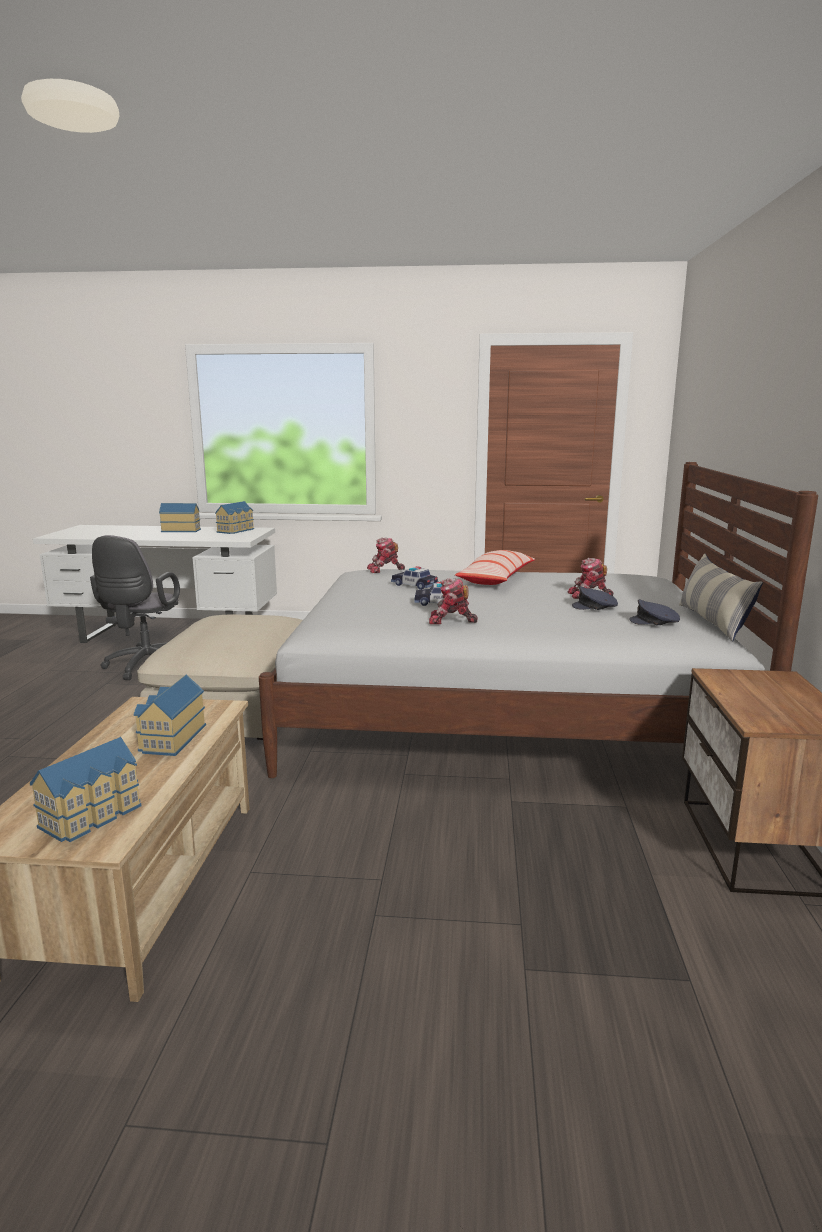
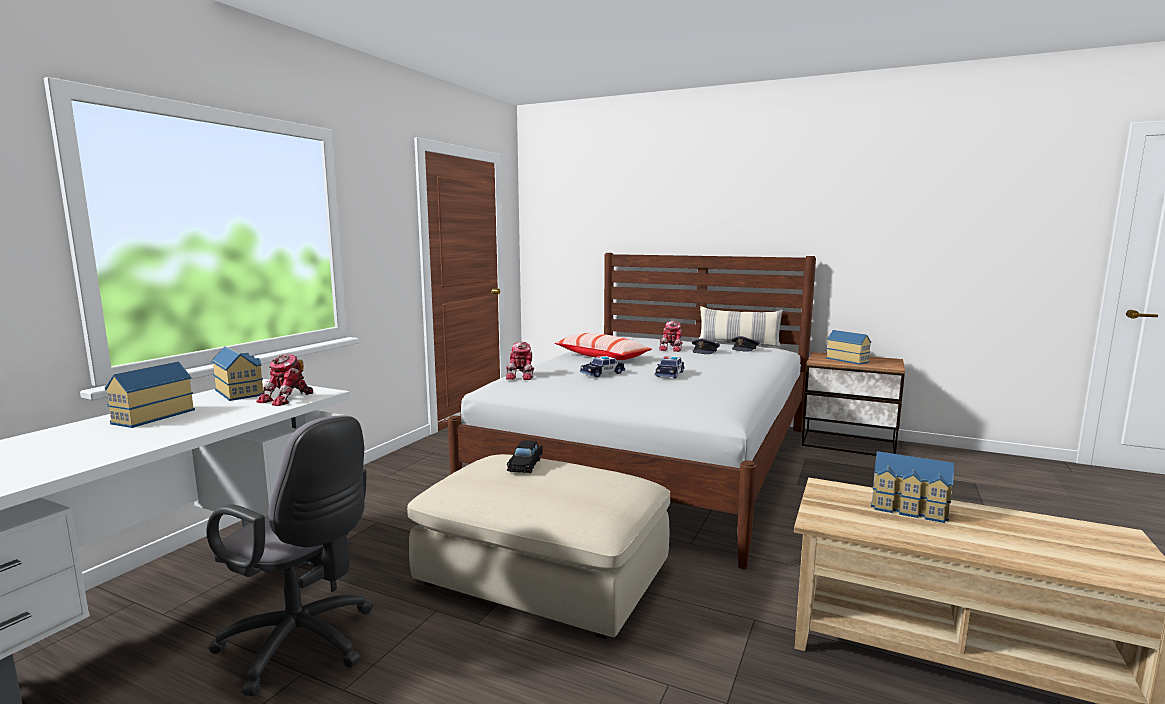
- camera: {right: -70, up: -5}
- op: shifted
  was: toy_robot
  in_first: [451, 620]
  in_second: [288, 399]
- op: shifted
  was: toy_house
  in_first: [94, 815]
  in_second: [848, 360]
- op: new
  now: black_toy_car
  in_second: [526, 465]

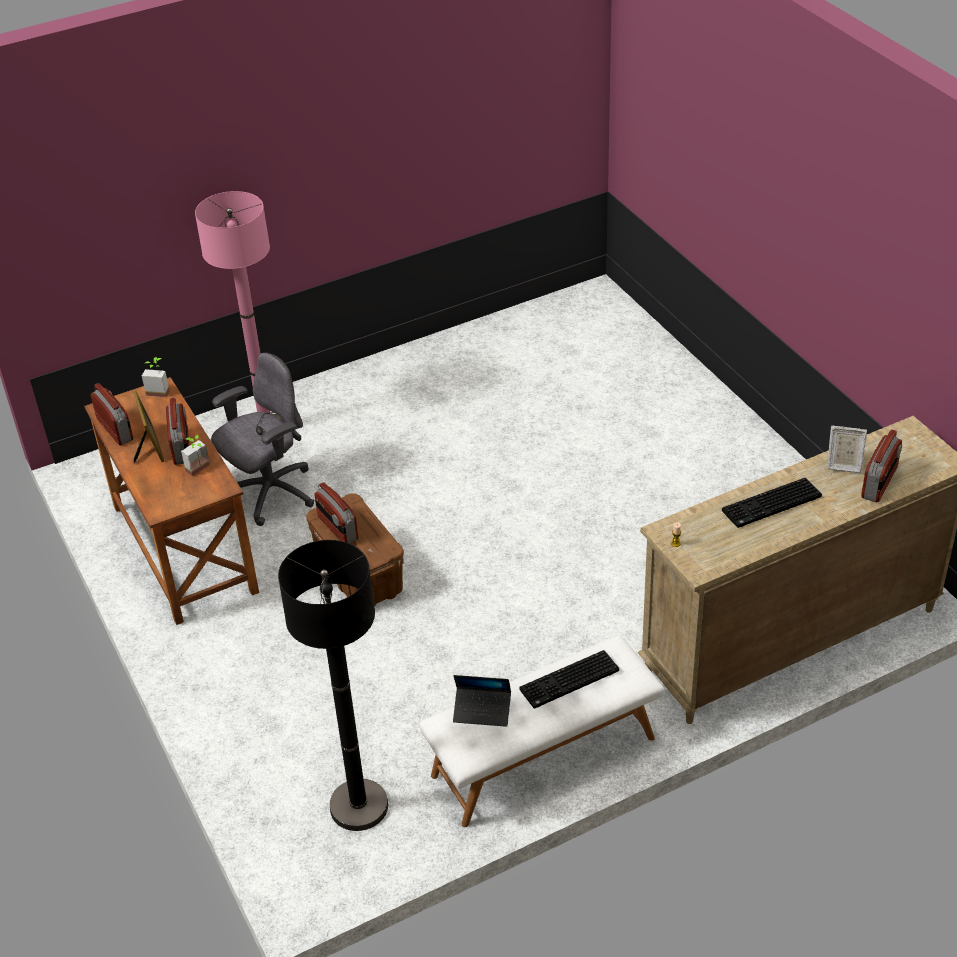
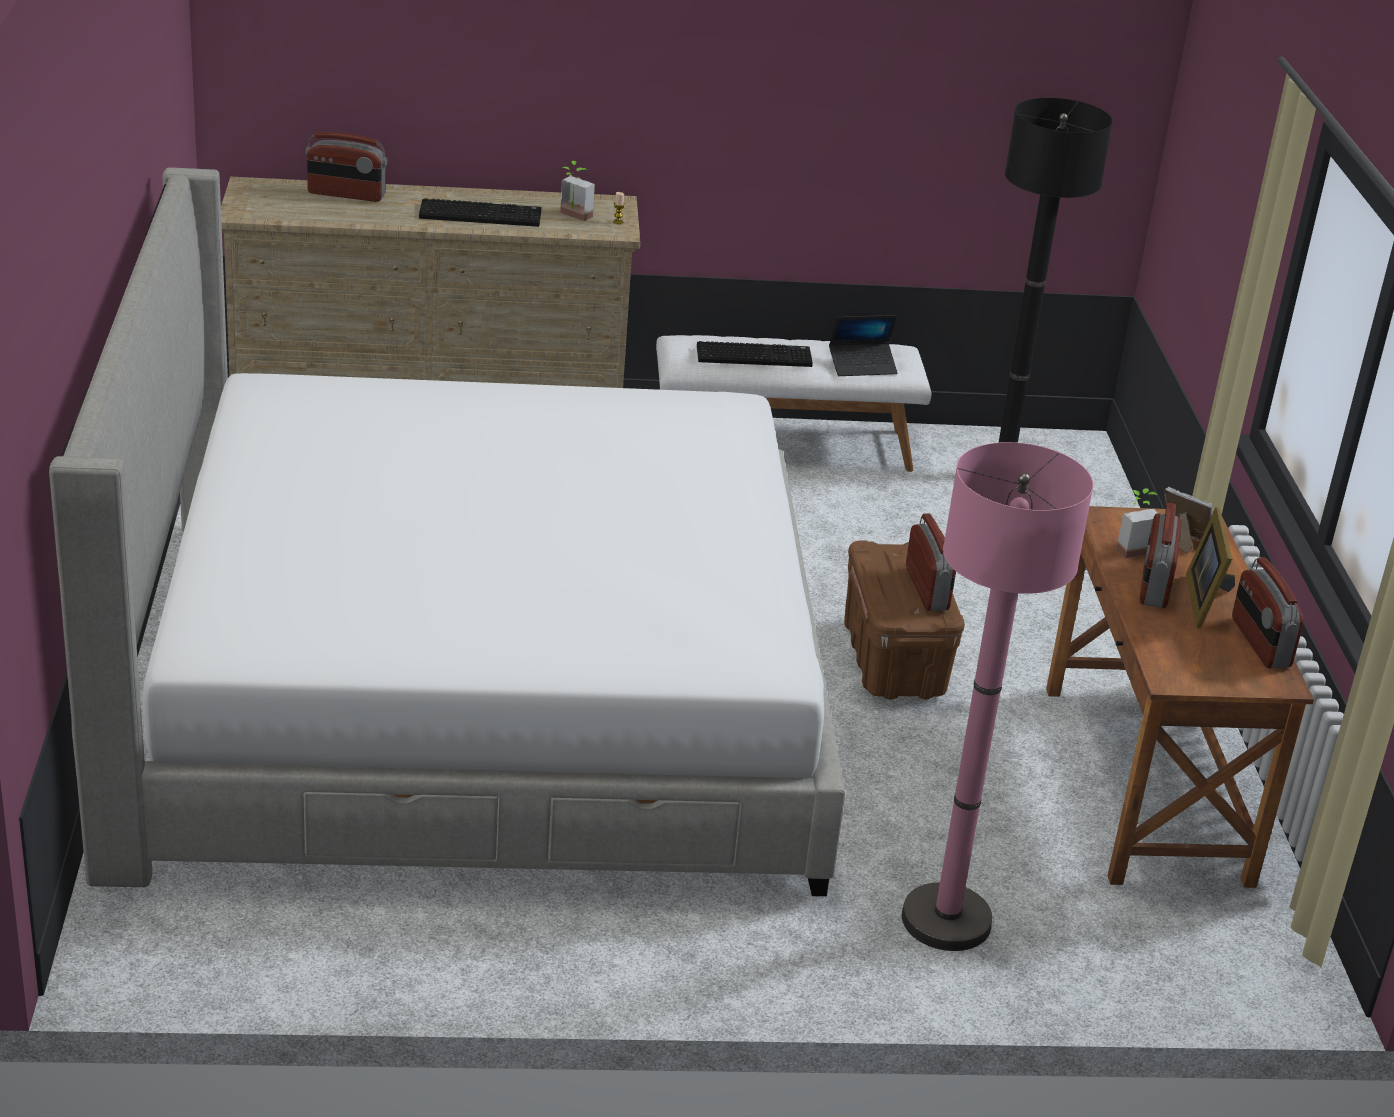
- camera: {right: -160, up: -10}
- op: gone
  was: grey_office_chair
  in_first: [269, 494]
- op: shifted
  was: potted_plant
  in_first: [159, 390]
  in_second: [572, 216]
- op: shifted
  was: picture_frame
  in_first: [843, 465]
  in_second: [1184, 541]
- op: rotated
  was: radio
  in_first: [879, 483]
  in_second: [346, 194]
  clockwise: -135
- op: rotated
  was: laptop
  in_first: [482, 711]
  in_second: [862, 366]
  clockwise: 135
- op: new
  now: bed
  in_second: [473, 695]

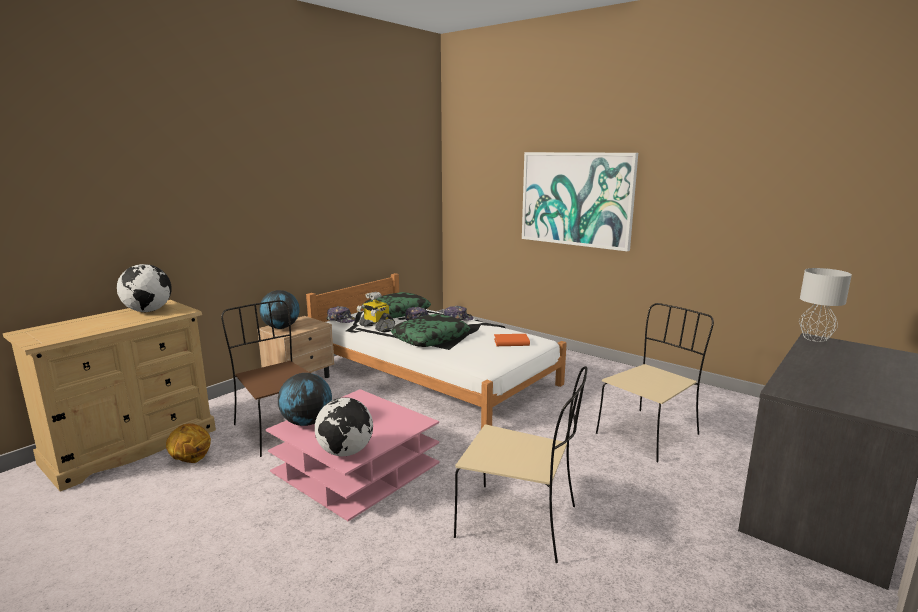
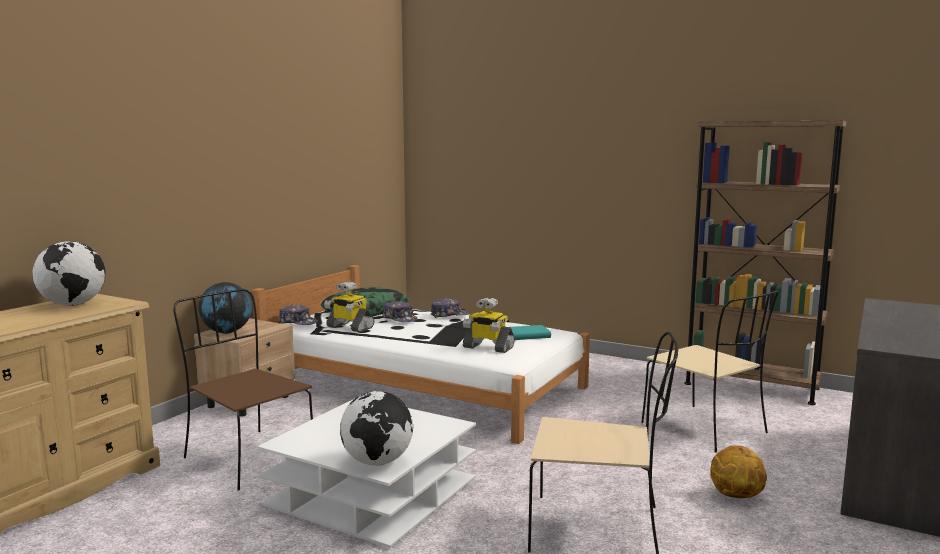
- camera: {right: -10, up: -5}
- op: gone
  was: picture
  in_first: [576, 199]
- op: gone
  was: grey_table_lamp
  in_first: [814, 338]
- op: rotated
  was: beige_chair
  in_first: [649, 433]
  in_second: [706, 429]
  clockwise: 105
- op: gone
  was: pillow
  in_first: [430, 338]
- op: repainted
  was: orange_book
  now: turquoise_book
  in_first: [511, 342]
  in_second: [527, 335]
- op: gone
  was: globe
  in_first: [307, 423]
- op: repainted
  was: pink_coffee_table
  now: white_coffee_table
  in_first: [356, 469]
  in_second: [372, 492]
- op: shifted
  was: basketball
  in_first: [191, 460]
  in_second: [735, 495]
- op: new
  now: brown_bookcase
  in_second: [751, 386]
- op: new
  now: toy_robot
  in_second: [487, 347]

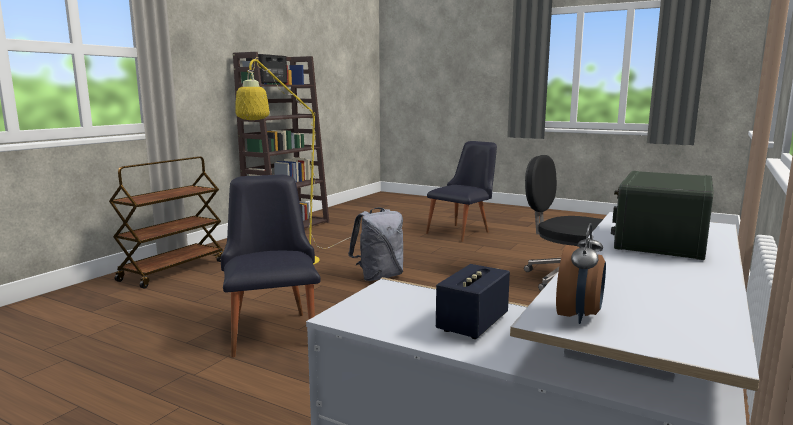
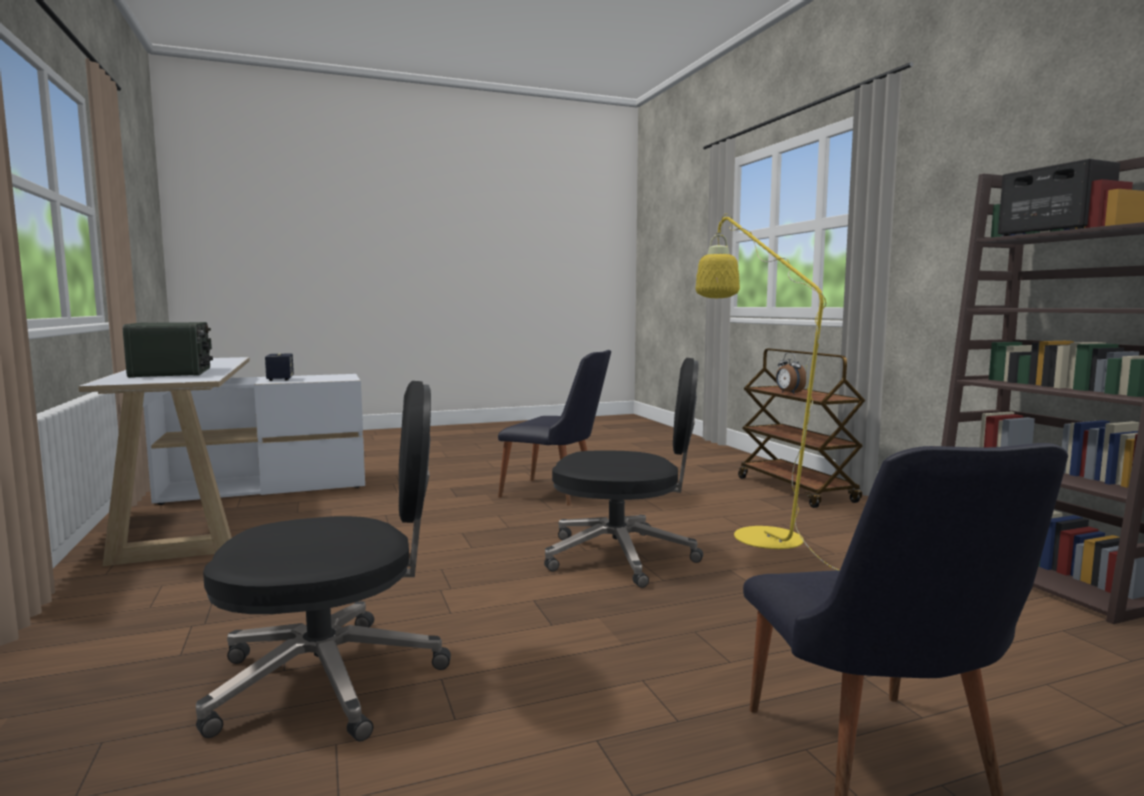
- camera: {right: 130, up: -5}
- op: swapped
  was: grey_backpack
  now: black_office_chair
  in_first: [379, 276]
  in_second: [623, 556]
- op: shifted
  was: alarm_clock
  in_first: [579, 316]
  in_second: [789, 393]

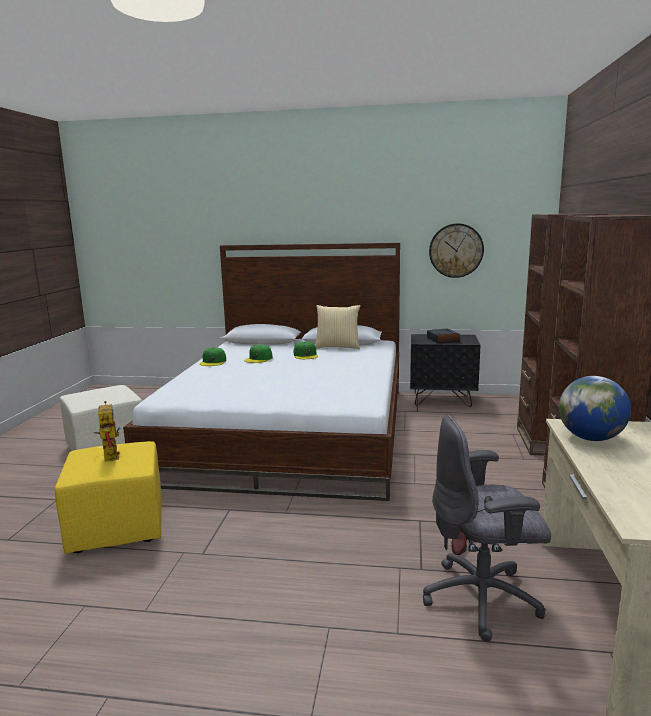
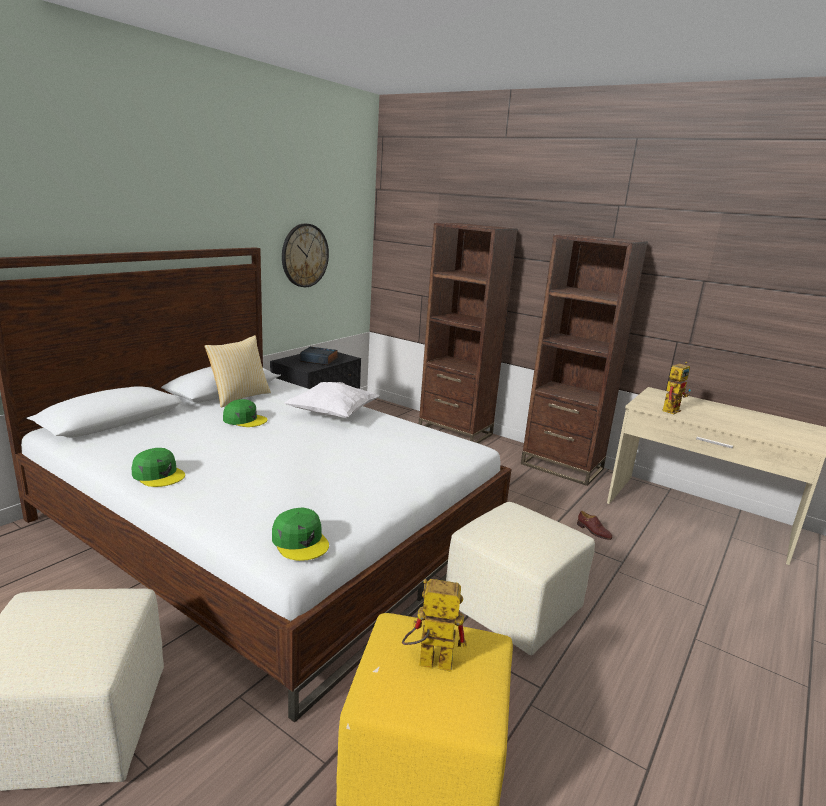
- camera: {right: -65, up: 5}
- op: shifted
  was: green_cap
  in_first: [259, 359]
  in_second: [300, 541]
- op: swapped
  was: globe
  now: toy_robot
  in_first: [590, 438]
  in_second: [671, 409]
- op: gone
  was: grey_office_chair
  in_first: [483, 599]
- op: new
  now: white_pillow
  in_second: [332, 414]
- op: new
  now: beige_ottoman
  in_second: [511, 608]

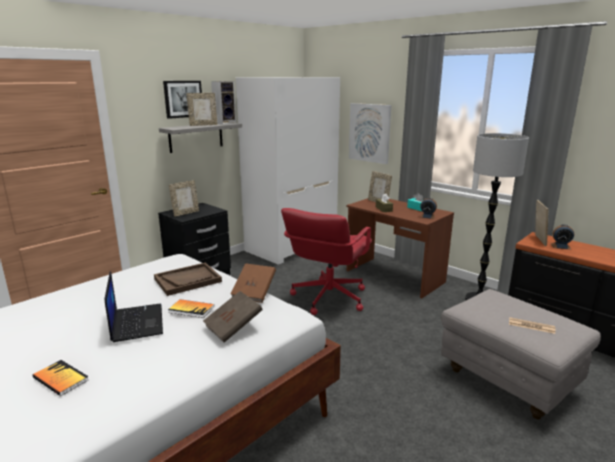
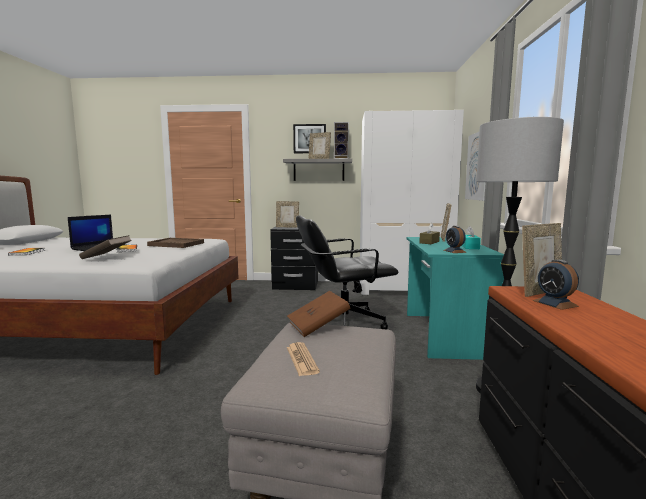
- camera: {right: 50, up: -10}
- op: repainted
  was: brown_desk
  now: turquoise_desk
  in_first: [394, 277]
  in_second: [443, 334]
- op: repainted
  was: red_office_chair
  now: black_office_chair
  in_first: [328, 298]
  in_second: [343, 323]
- op: shifted
  was: brown_book
  in_first: [254, 292]
  in_second: [318, 326]

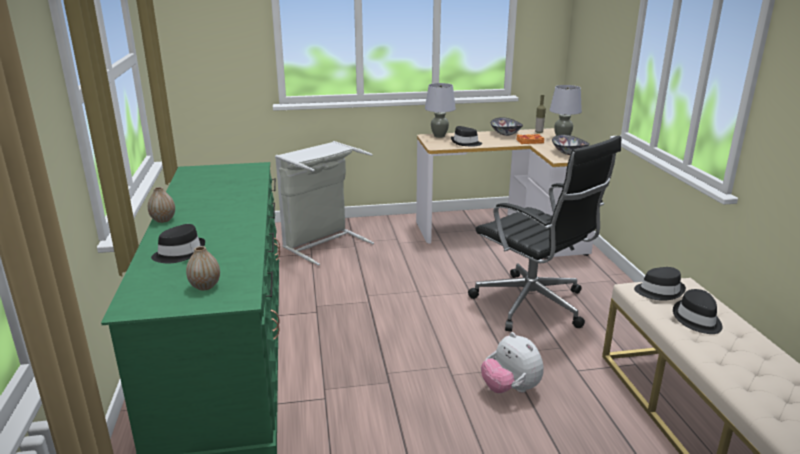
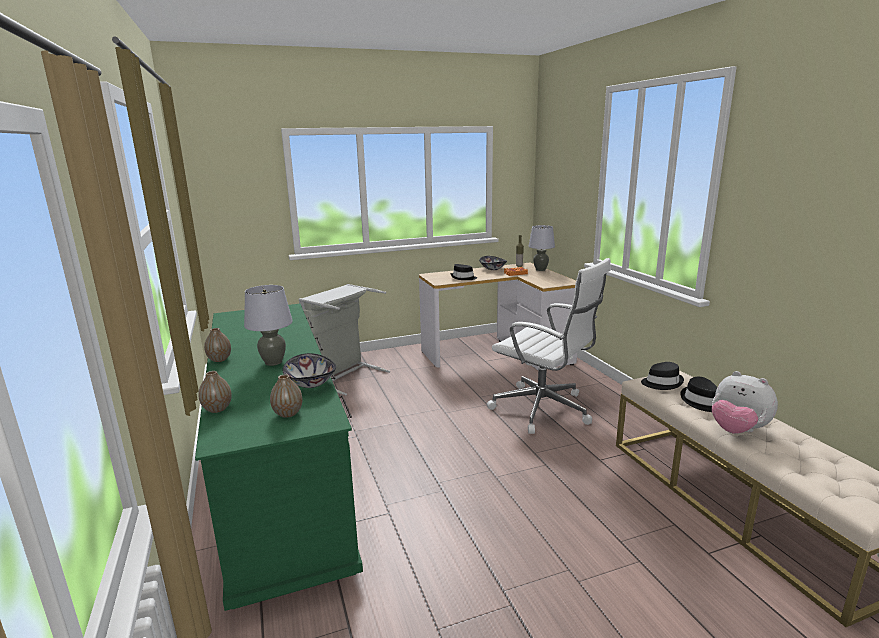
- camera: {right: -10, up: -5}
- op: shifted
  was: grey_table_lamp
  in_first: [439, 136]
  in_second: [273, 362]
- op: shifted
  was: bowl
  in_first: [569, 153]
  in_second: [310, 383]
- op: repainted
  was: black_office_chair
  now: white_office_chair
  in_first: [533, 305]
  in_second: [544, 410]
- op: gone
  was: black_hat
  in_first: [180, 253]
- op: shifted
  was: plush_toy
  in_first: [510, 389]
  in_second: [737, 430]
- op: new
  now: vase
  in_second: [217, 409]

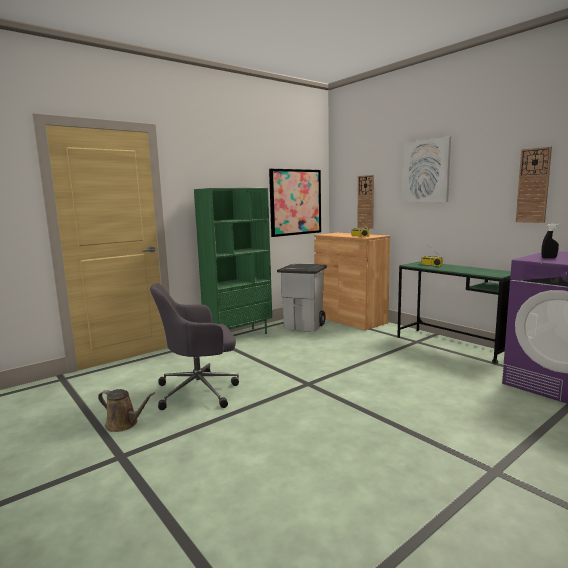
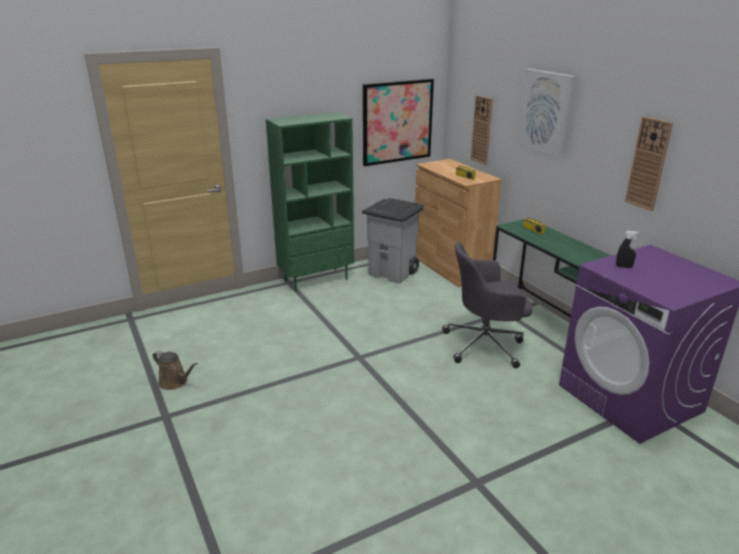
- camera: {right: 10, up: 15}
- op: shifted
  was: grey_office_chair
  in_first: [200, 390]
  in_second: [485, 344]

